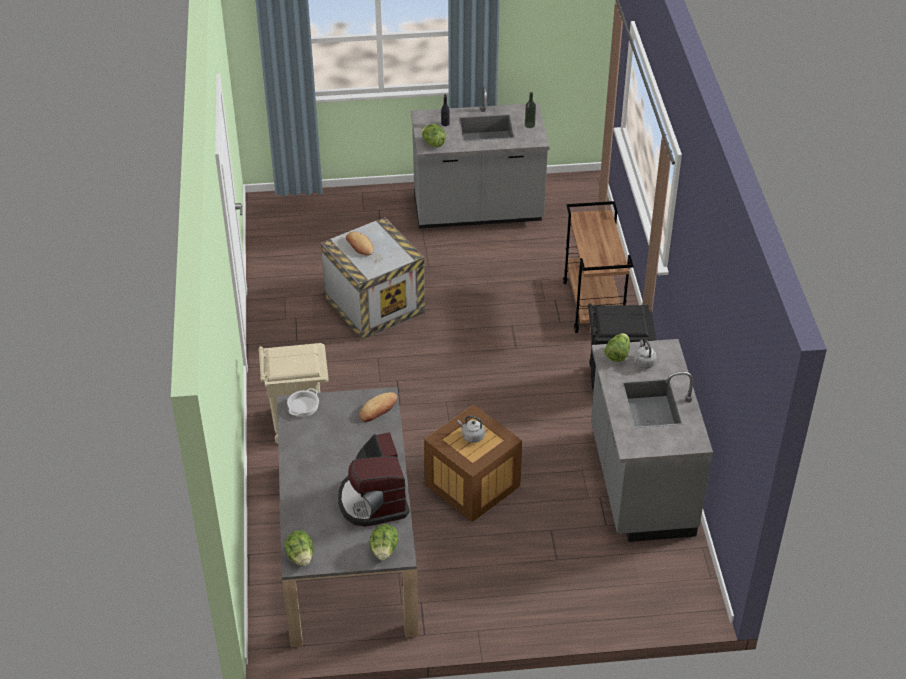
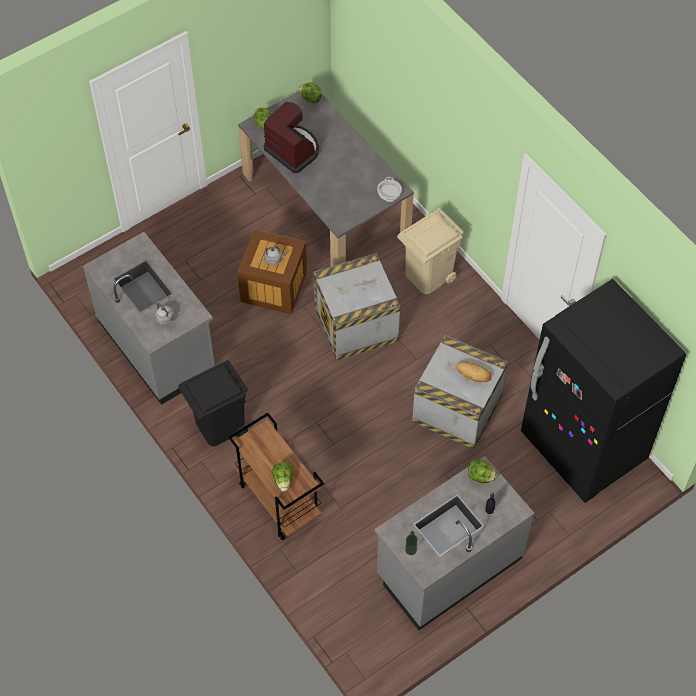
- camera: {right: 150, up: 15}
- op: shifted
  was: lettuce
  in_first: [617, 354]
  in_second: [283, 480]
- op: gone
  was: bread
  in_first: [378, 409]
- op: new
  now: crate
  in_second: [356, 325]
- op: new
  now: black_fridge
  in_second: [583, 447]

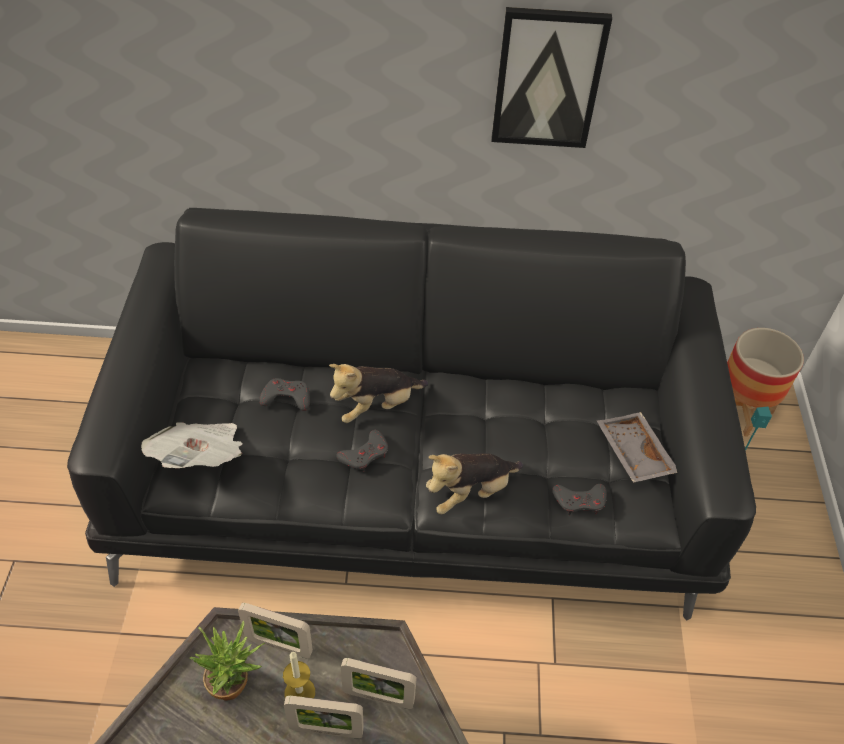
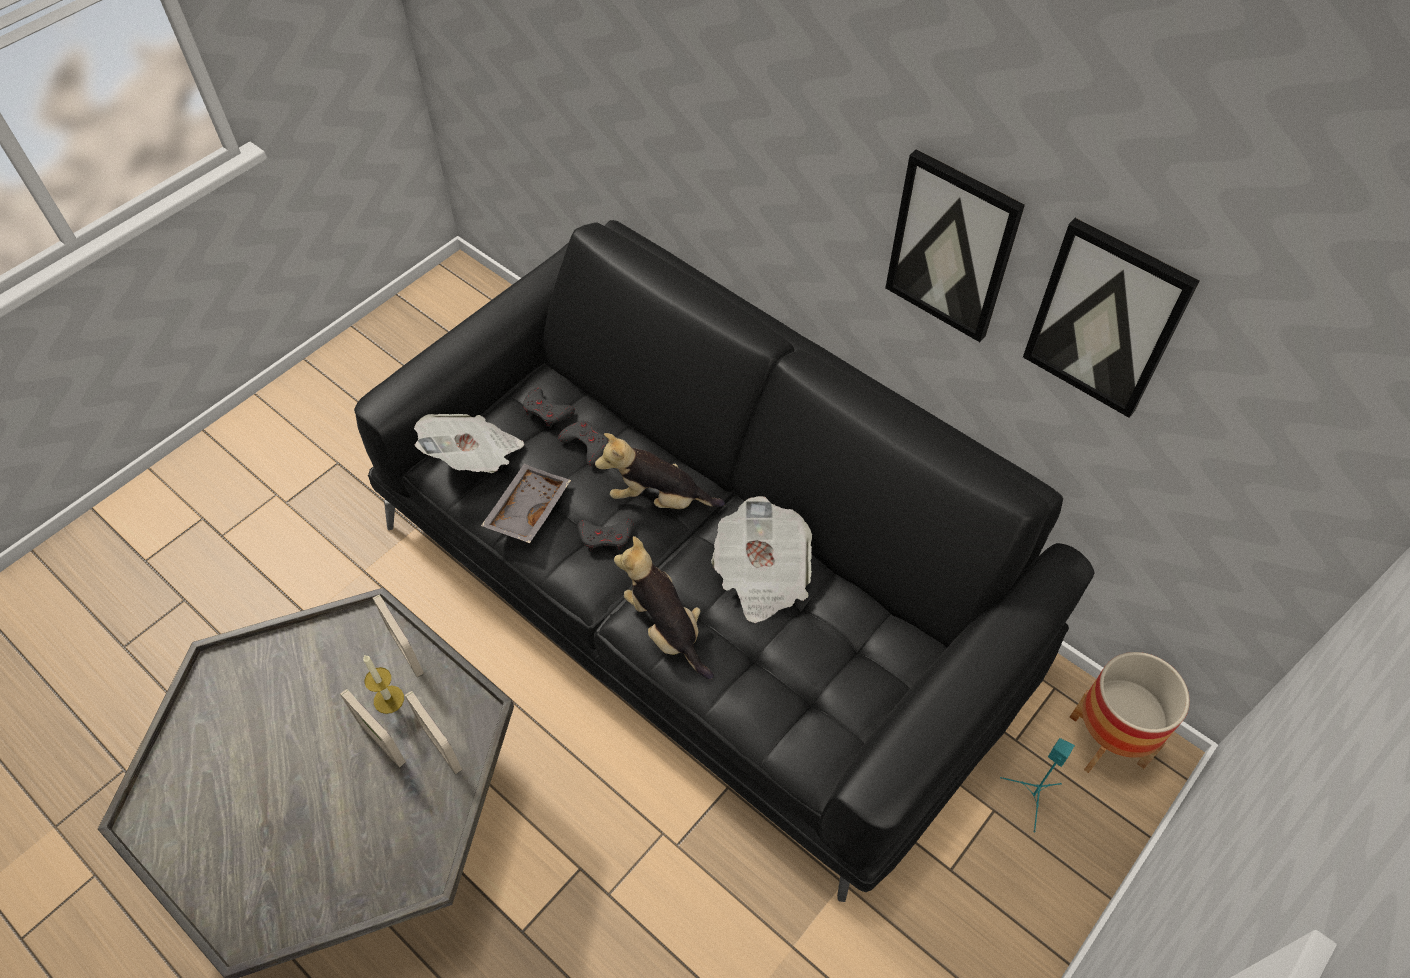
- camera: {right: 40, up: 5}
- op: shifted
  was: grey_tray
  in_first: [632, 453]
  in_second: [526, 509]
- op: rotated
  was: plush_toy
  in_first: [470, 492]
  in_second: [666, 629]
  clockwise: 45
- op: shifted
  was: grey_game_controller
  in_first: [580, 501]
  in_second: [547, 411]
- op: gone
  was: potted_plant
  in_first: [235, 684]
- op: new
  now: picture
  in_second: [1106, 319]
- op: new
  now: newspaper
  in_second: [761, 575]

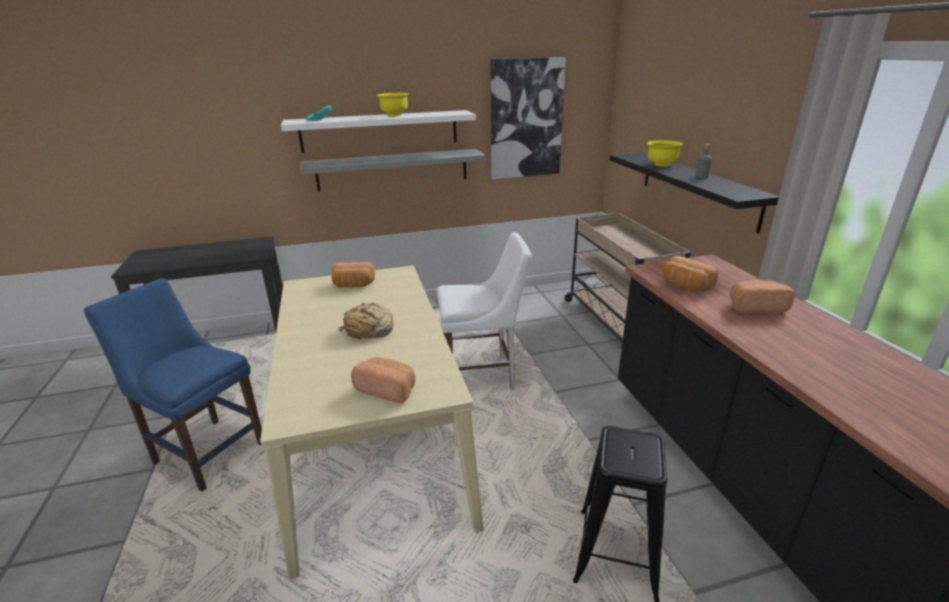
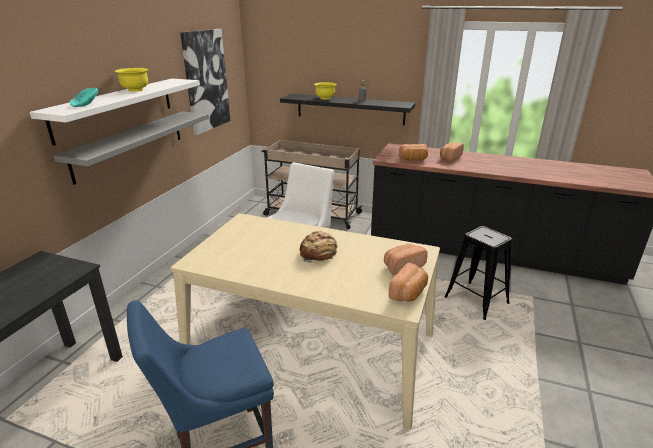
- camera: {right: -55, up: 0}
- op: shifted
  was: bread
  in_first: [353, 285]
  in_second: [409, 293]

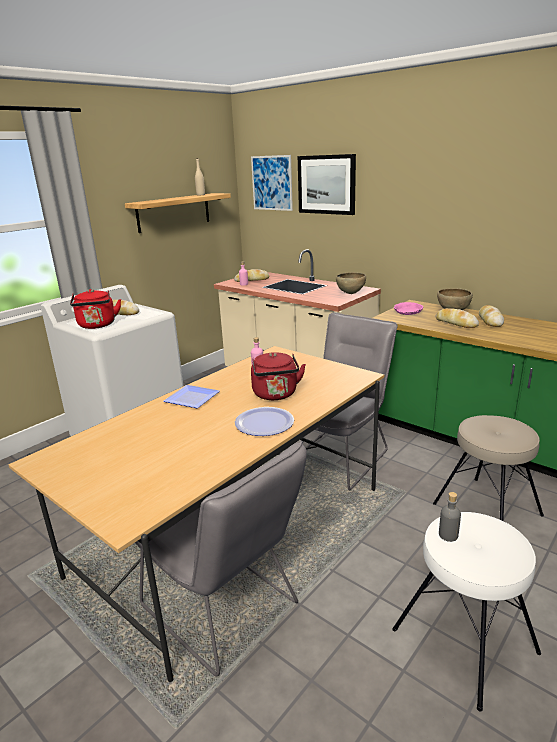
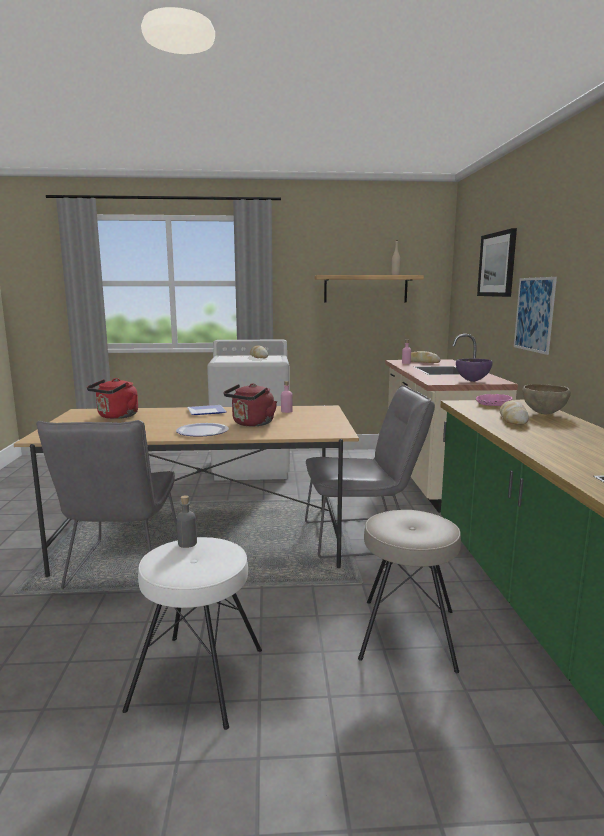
- camera: {right: 45, up: -10}
- op: shifted
  was: picture
  in_first: [272, 183]
  in_second: [534, 314]
- op: repainted
  was: brown_bowl
  now: purple_bowl
  in_first: [350, 293]
  in_second: [472, 381]
- op: shifted
  was: red_kettle
  in_first: [97, 325]
  in_second: [116, 416]
- op: gone
  was: bread
  in_first: [490, 321]

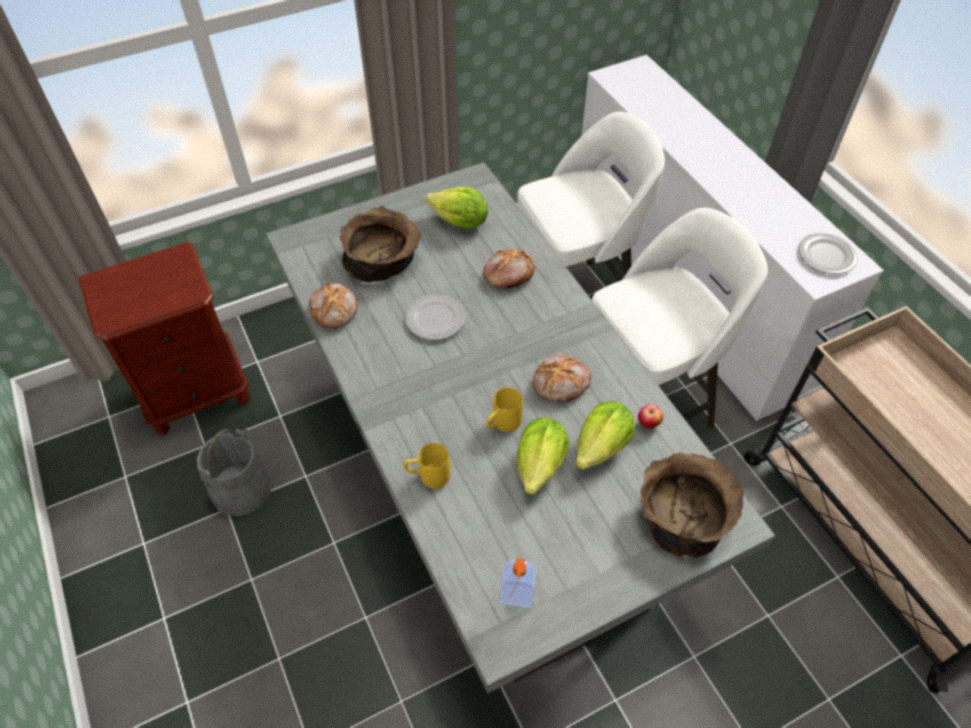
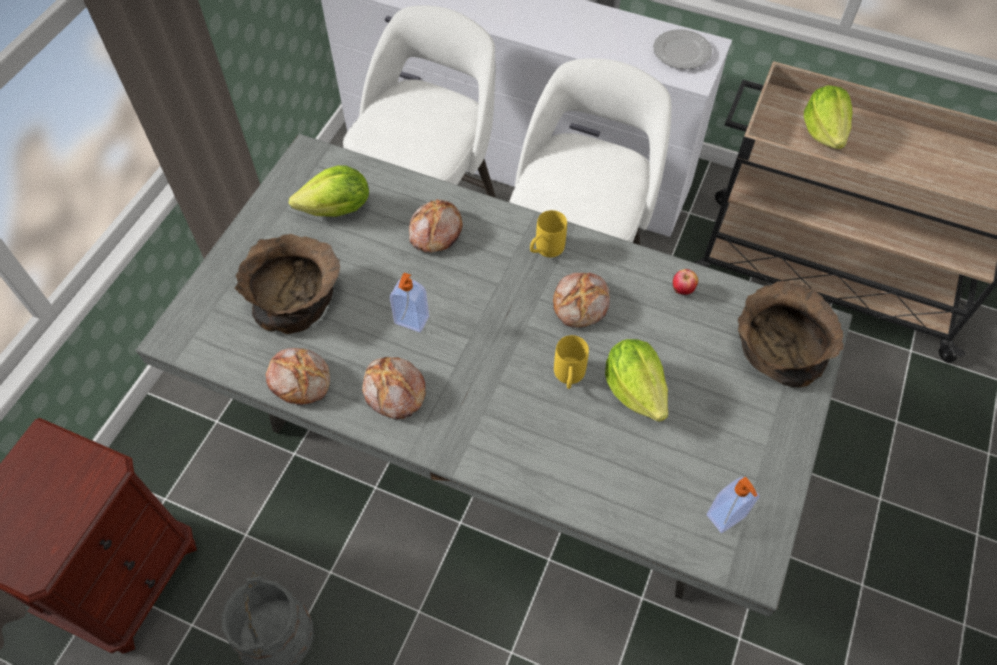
- camera: {right: -40, up: 5}
- op: swapped
  was: plate
  now: soap_dispenser
  in_first: [436, 319]
  in_second: [411, 321]
- op: shifted
  was: lettuce
  in_first: [602, 447]
  in_second: [823, 132]
- op: shifted
  was: yellow_mug
  in_first: [428, 476]
  in_second: [545, 250]
- op: new
  now: bread
  in_second: [393, 393]

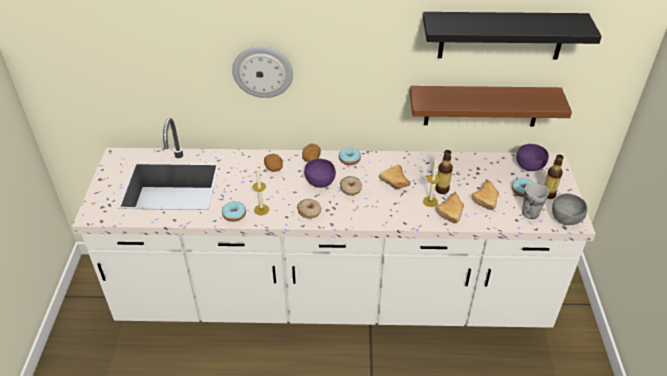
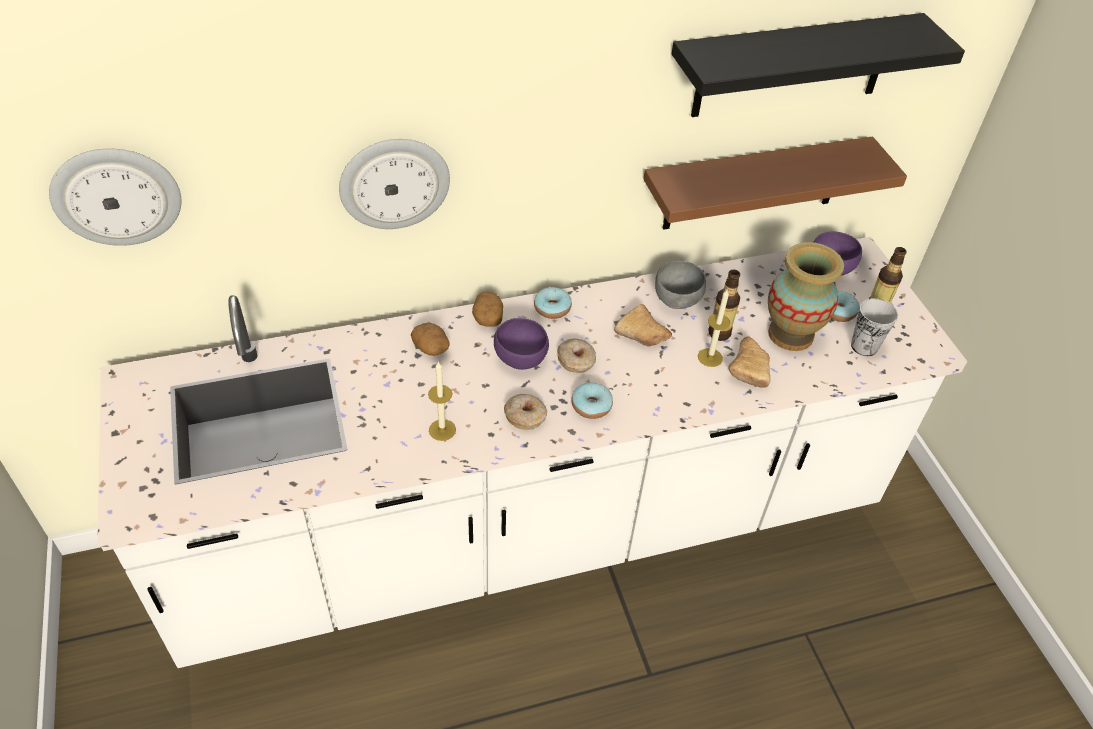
- camera: {right: -20, up: 5}
- op: swapped
  was: bread
  now: vase
  in_first: [486, 198]
  in_second: [791, 335]
- op: shifted
  was: grey_bowl
  in_first: [566, 219]
  in_second: [677, 299]
- op: shifted
  was: donut
  in_first: [234, 214]
  in_second: [591, 406]
- op: new
  now: wall_clock
  in_second: [116, 196]

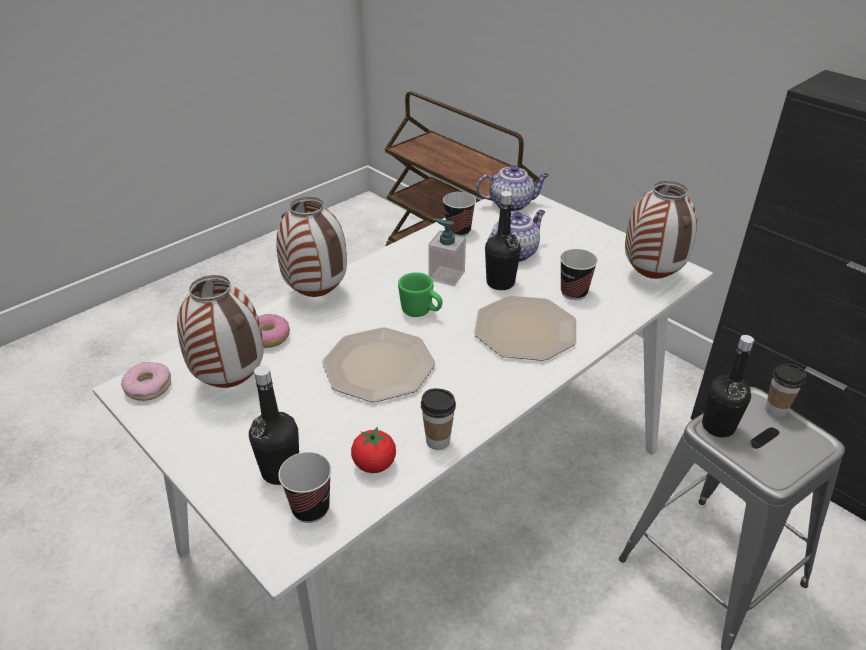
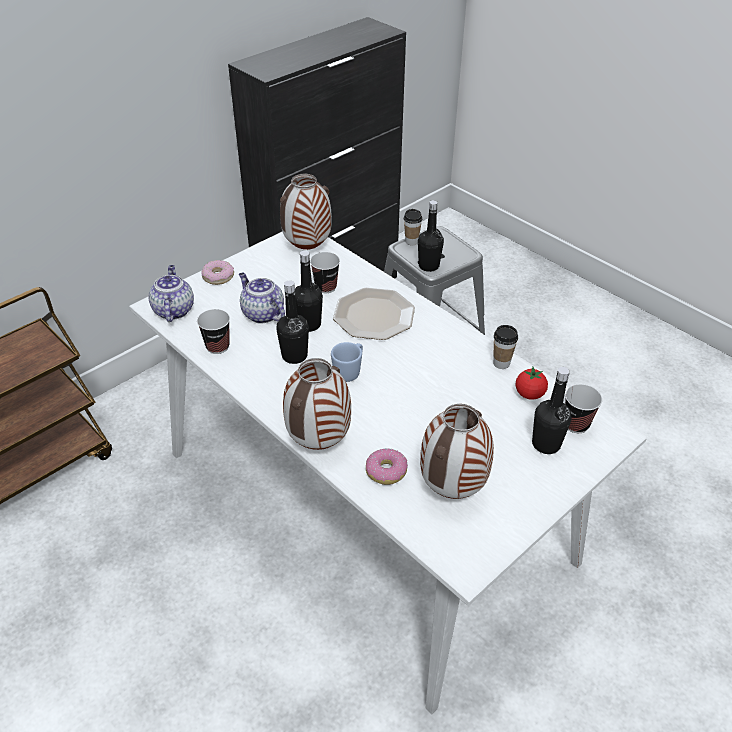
- camera: {right: -90, up: 5}
- op: swapped
  was: soap_dispenser
  now: black_bottle
  in_first: [446, 276]
  in_second: [294, 356]
- op: repainted
  was: green_mug
  now: blue_mug
  in_first: [421, 312]
  in_second: [349, 371]
- op: gone
  was: plate
  in_first: [379, 367]
- op: shifted
  was: donut
  in_first: [148, 387]
  in_second: [218, 276]

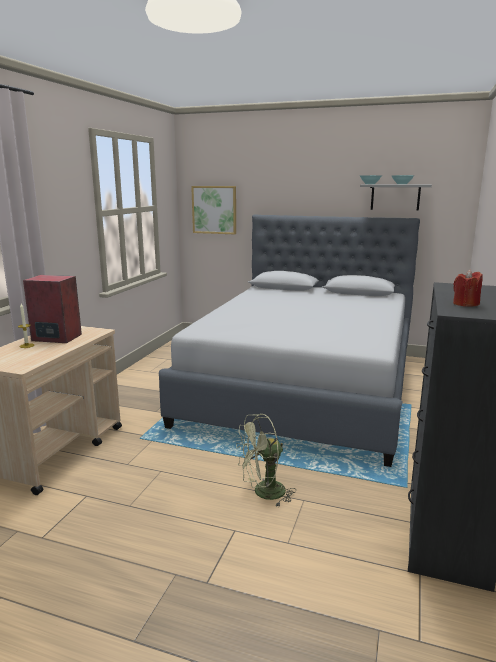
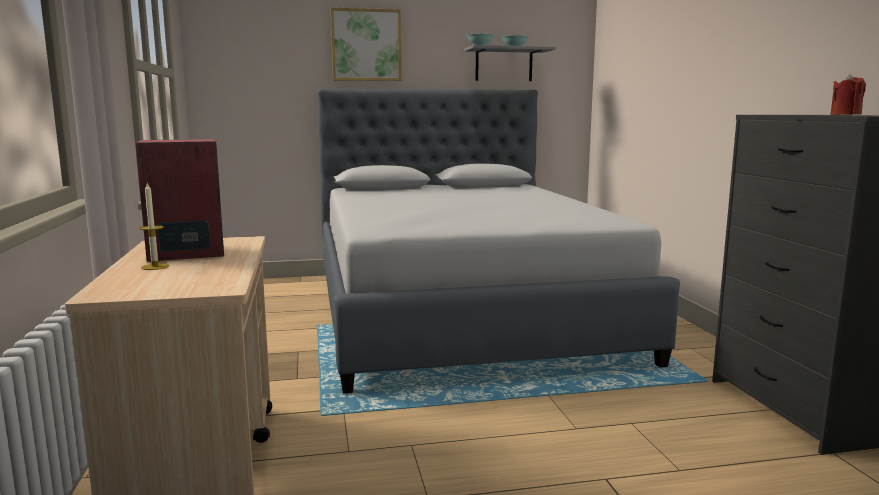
- camera: {right: -30, up: -5}
- op: shifted
  was: picture
  in_first: [214, 210]
  in_second: [366, 45]
- op: gone
  was: green_fan
  in_first: [263, 493]

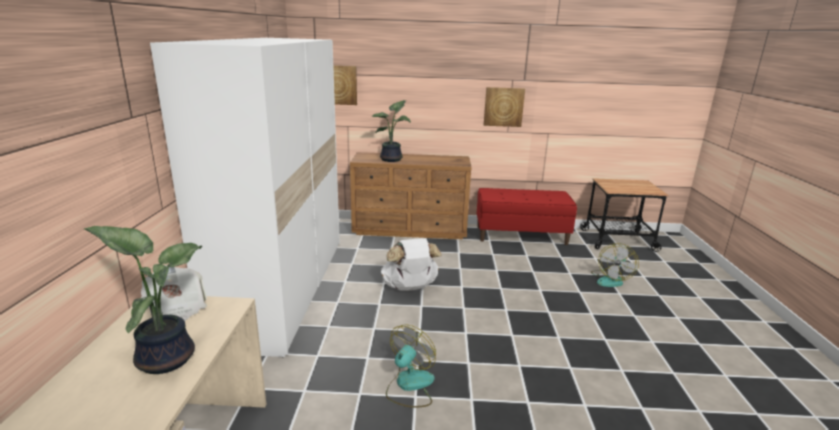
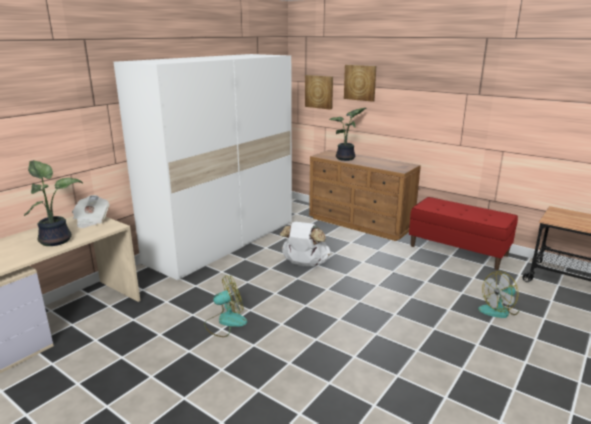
- camera: {right: 35, up: 0}
- op: shifted
  was: picture
  in_first: [503, 107]
  in_second: [360, 82]

